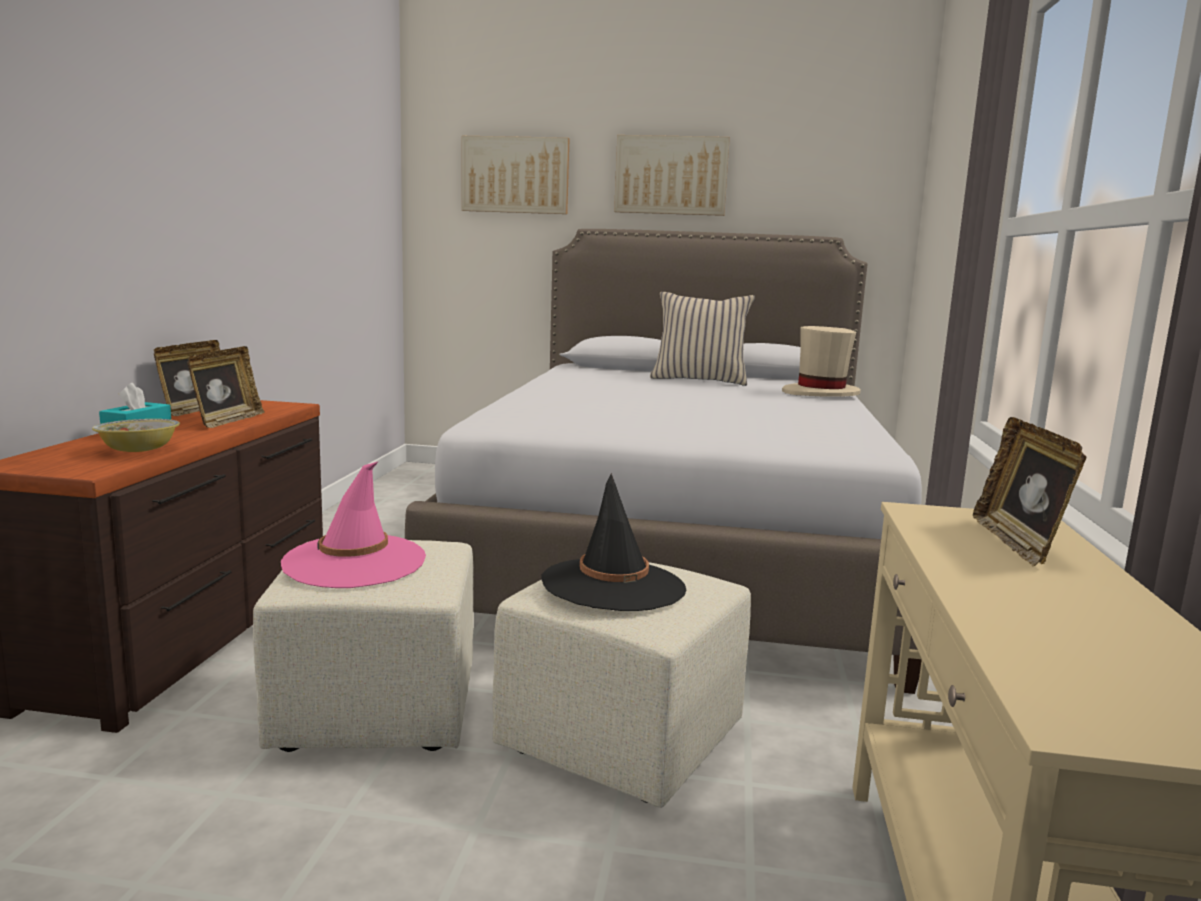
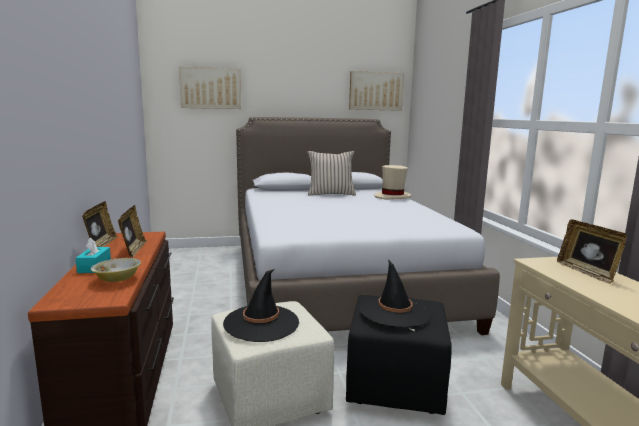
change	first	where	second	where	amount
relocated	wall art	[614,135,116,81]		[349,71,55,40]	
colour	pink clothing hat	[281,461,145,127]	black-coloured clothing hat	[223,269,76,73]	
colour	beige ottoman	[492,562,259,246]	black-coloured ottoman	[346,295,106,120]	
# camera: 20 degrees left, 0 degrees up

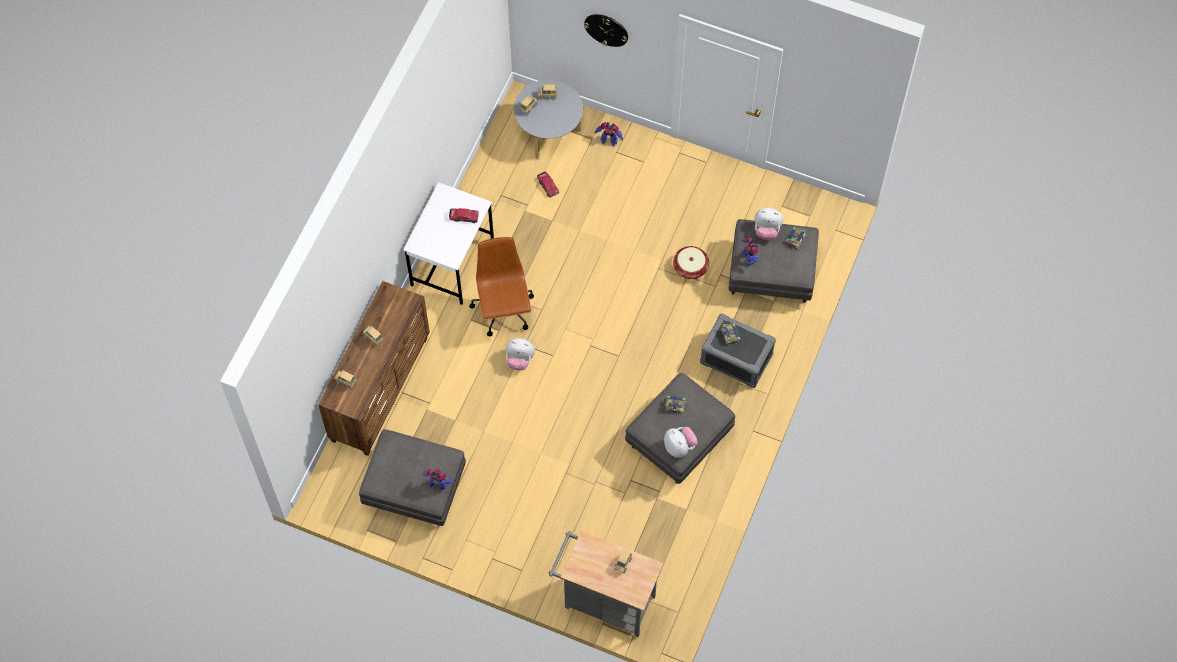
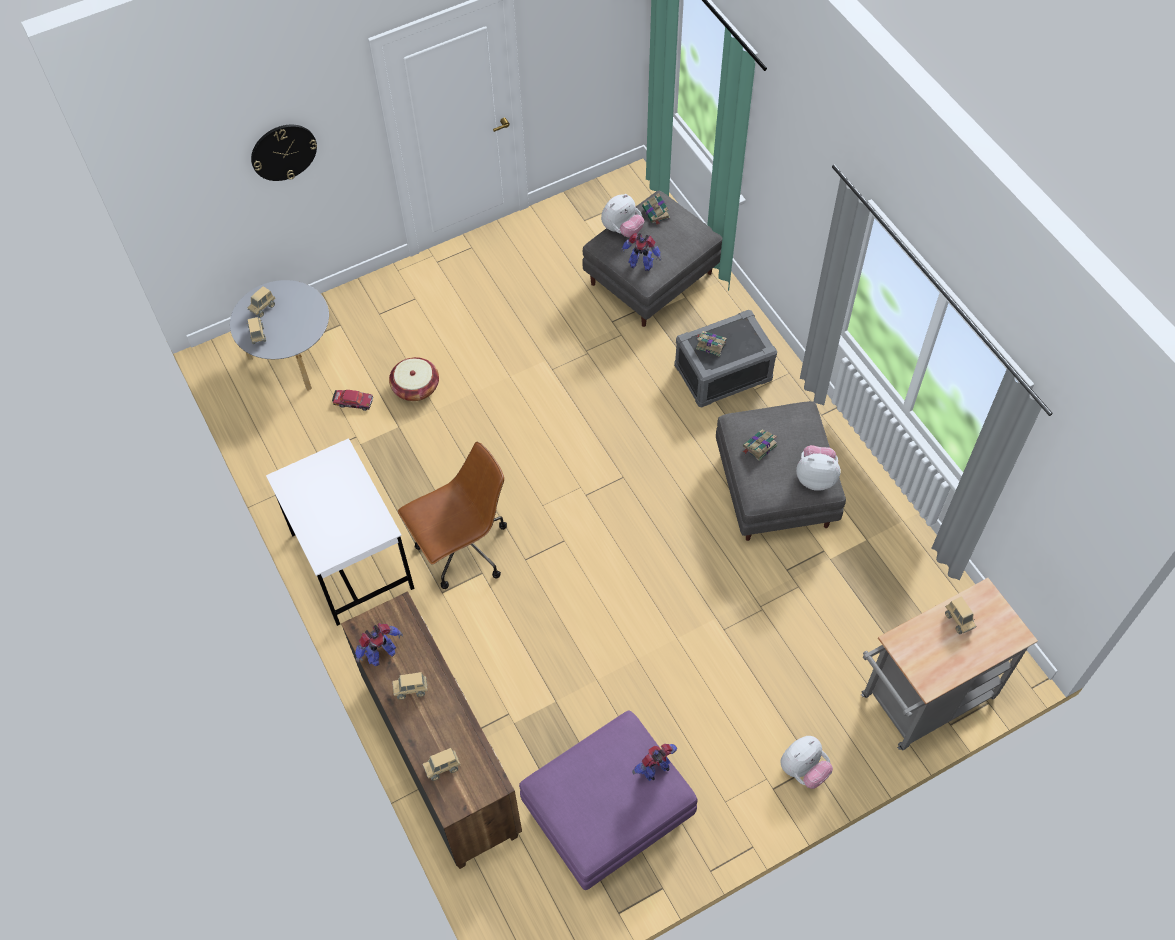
change	first	where	second	where	amount
missing	toy car	[449,208,30,15]			
relocated	cuddly toy	[506,338,29,32]		[780,736,53,53]	
relocated	robot figure	[595,122,28,24]		[355,623,48,43]	
relocated	storage basket	[673,246,36,33]		[389,357,50,44]	
colour	gray ottoman	[359,429,107,97]	purple-coloured ottoman	[519,711,179,179]	
spun	brown computer chair	[469,237,65,99]		[398,442,109,147]	120 degrees clockwise
# camera: 50 degrees left, 5 degrees down

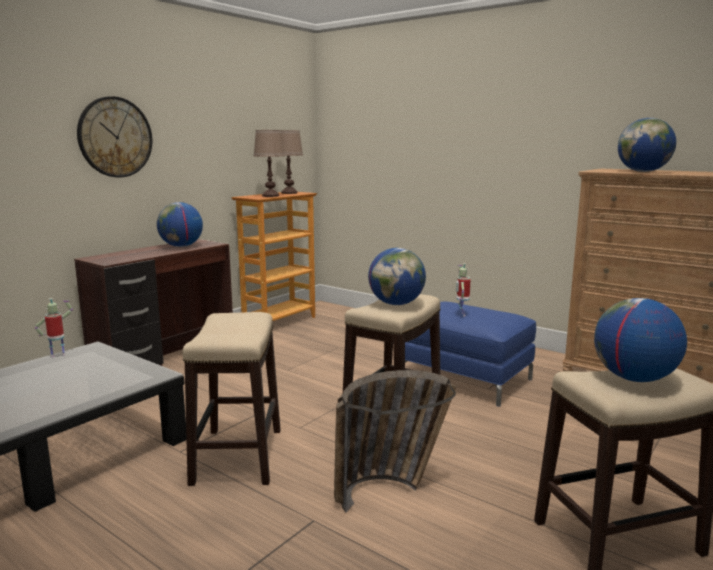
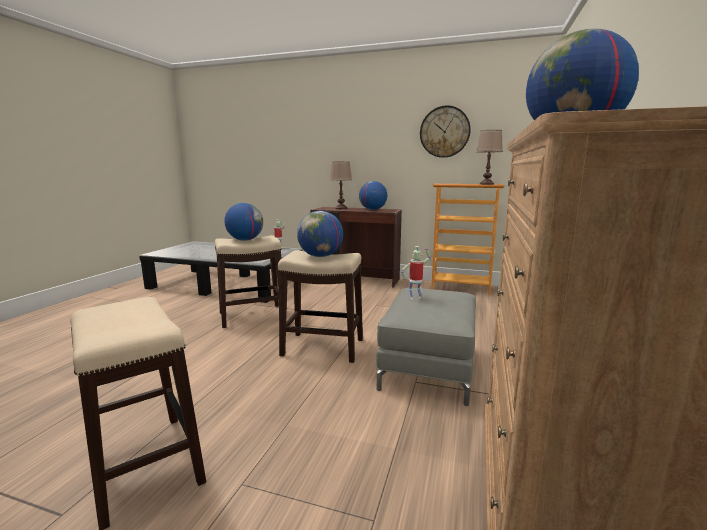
change	first	where	second	where	amount
missing	storage basket	[334,370,123,143]			
relocated	hanging clock	[77,96,75,81]		[420,105,51,53]	
relocated	brown lamp for a table	[254,130,31,67]		[330,161,22,48]	
relocated	desk globe	[594,298,93,84]		[224,203,39,38]	
colour	blue ottoman	[405,302,131,105]	gray ottoman	[376,288,100,118]	
# camera: 70 degrees right, 0 degrees up

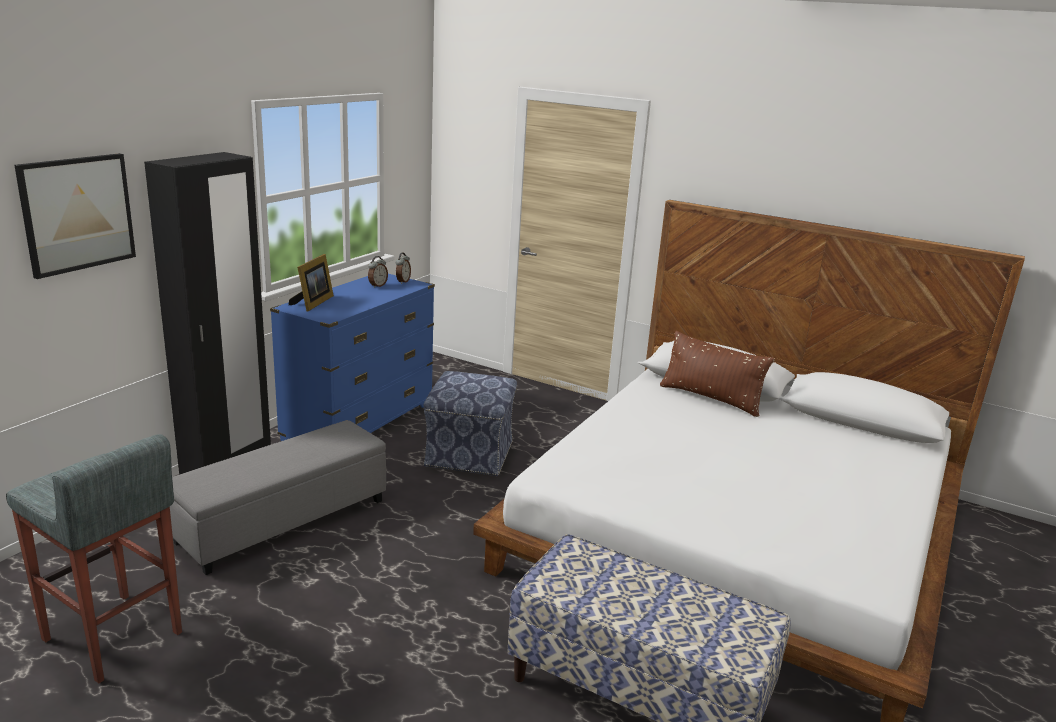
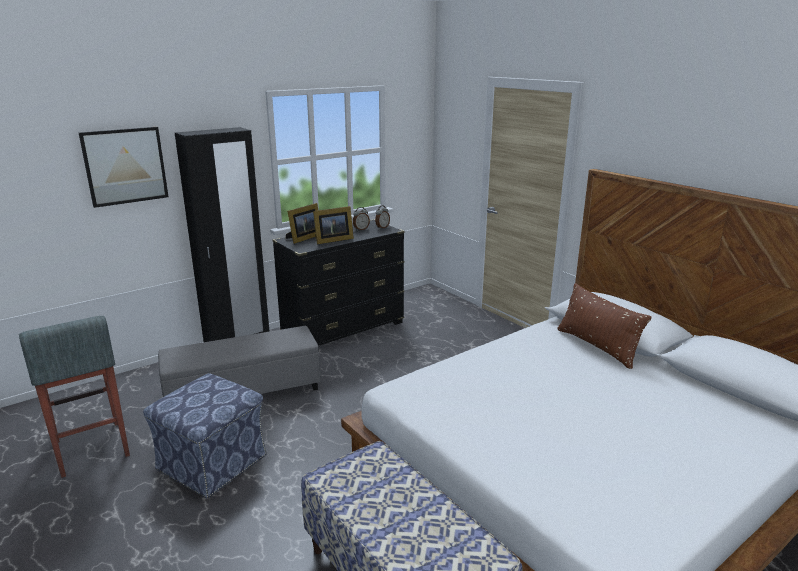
change	first	where	second	where	amount
appeared			photo frame	[313,206,41,38]	
relocated	ottoman	[424,371,93,105]		[143,373,124,125]	
colour	blue chest of drawers	[270,274,165,167]	black-coloured chest of drawers	[273,219,131,127]	
# camera: 25 degrees right, 0 degrees up

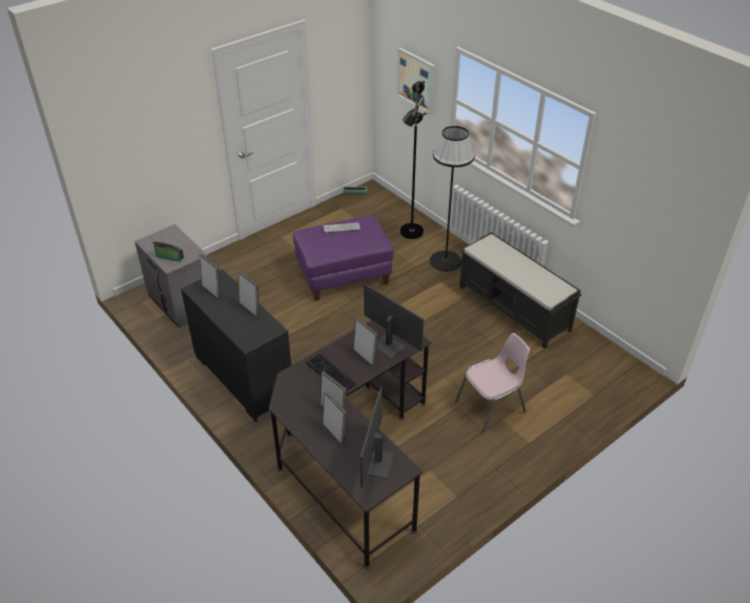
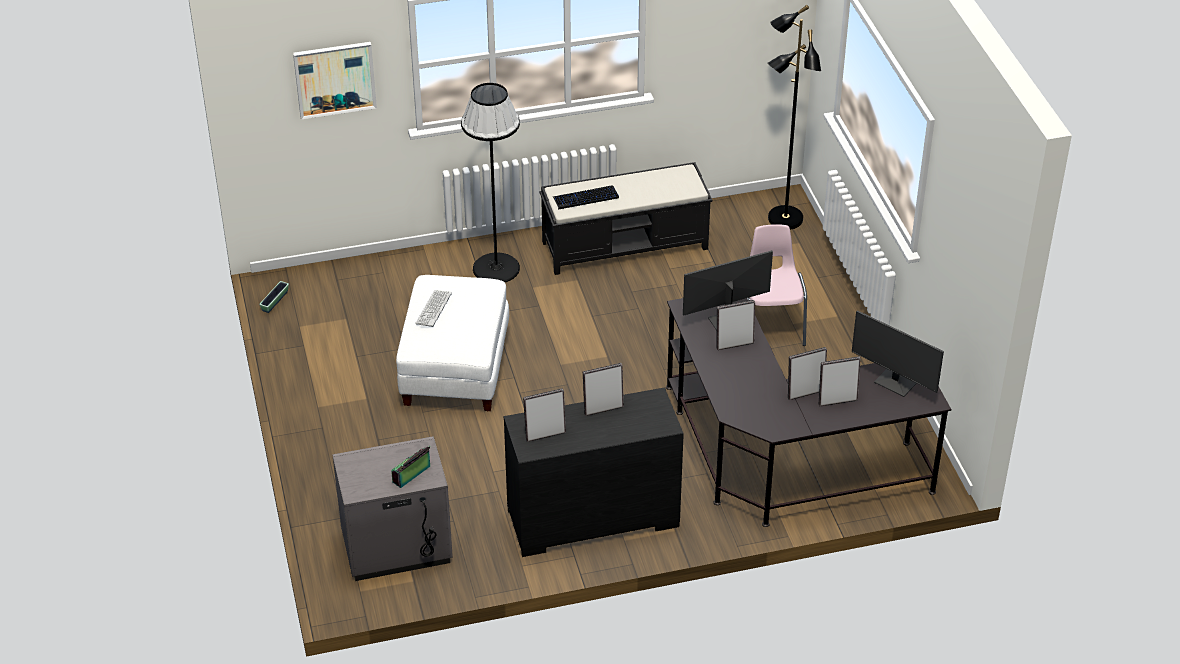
change	first	where	second	where	amount
relocated	keyboard	[306,354,51,37]		[553,185,66,25]	
relocated	black-coloured standing lamp	[400,79,28,160]		[767,5,54,224]	
colour	purple-coloured ottoman	[293,216,101,85]	whitish ottoman	[396,275,113,136]	
# camera: 65 degrees left, 0 degrees up

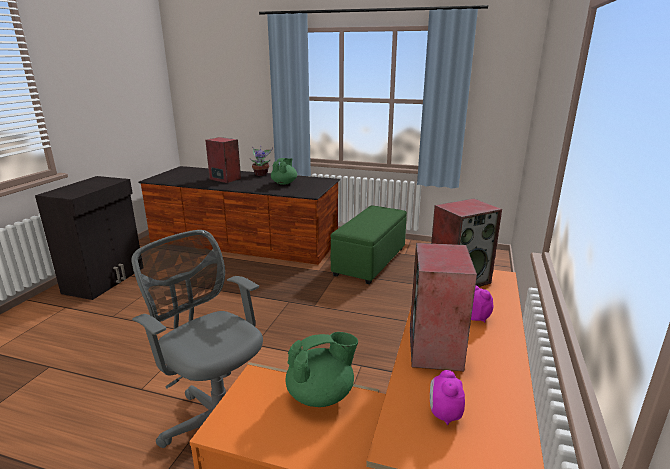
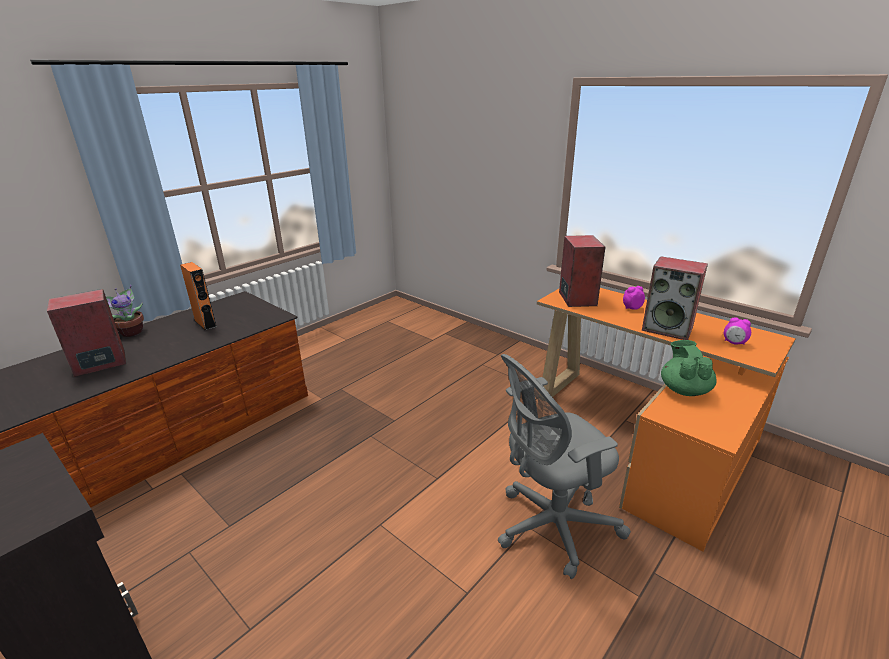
change	first	where	second	where	amount
missing	green-coloured ottoman	[331,205,76,79]			
exchanged	green-coloured teapot	[271,158,26,27]	orange-coloured speaker	[180,262,37,68]	
# camera: 65 degrees left, 5 degrees up

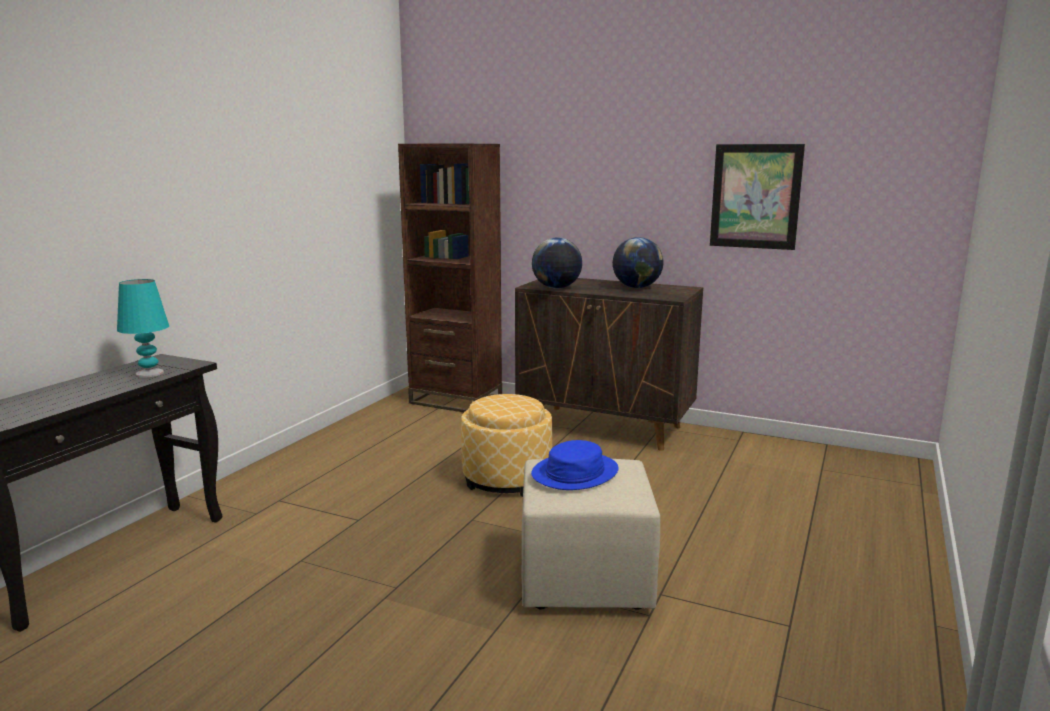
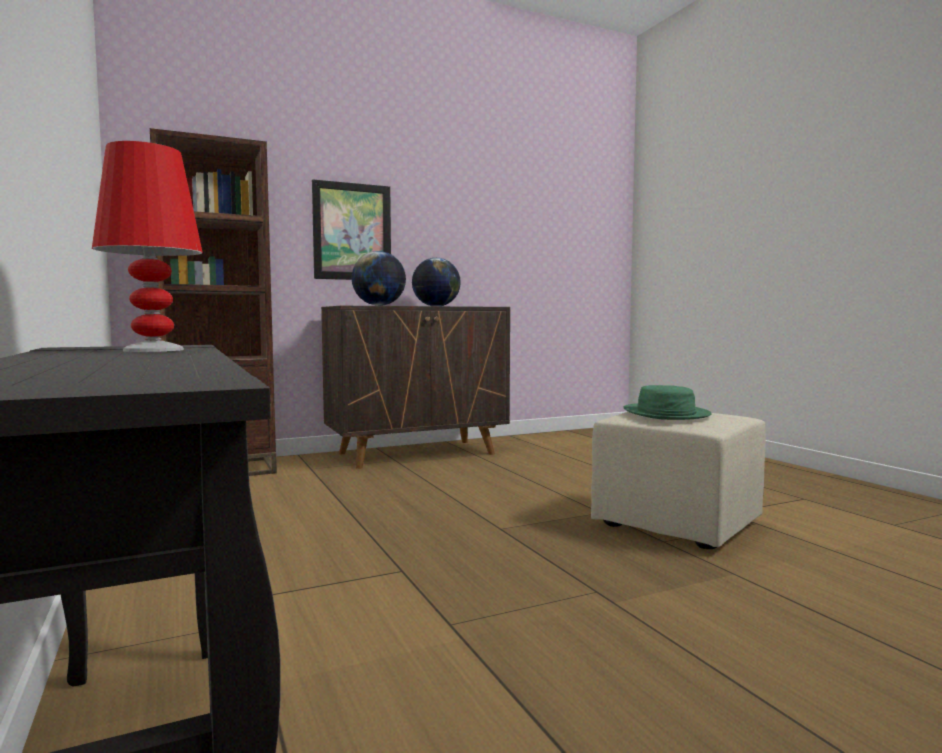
change	first	where	second	where	amount
missing	ottoman	[461,394,91,103]			
relocated	wall art	[710,144,95,106]		[312,179,79,101]	
colour	blue-green lamp for a table	[117,279,52,99]	red lamp for a table	[92,141,111,211]	
colour	blue clothing hat	[531,440,88,50]	green-coloured clothing hat	[623,385,89,35]	
# camera: 50 degrees left, 10 degrees down

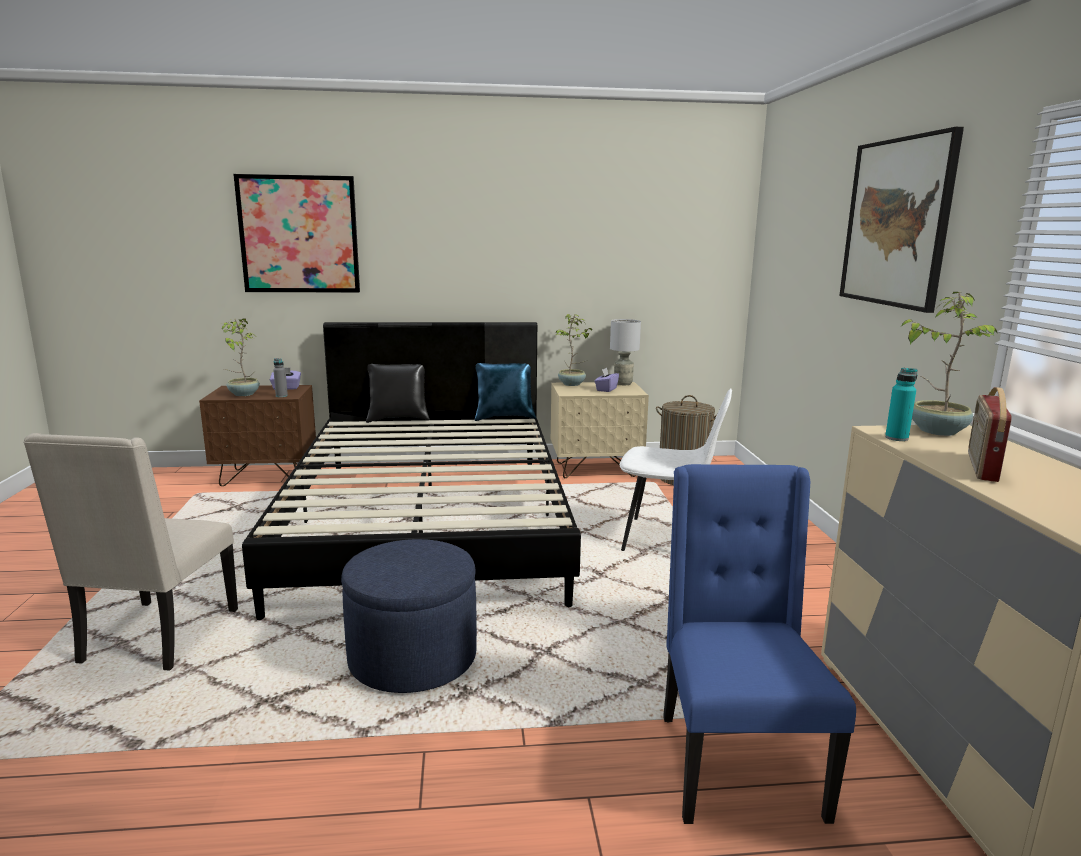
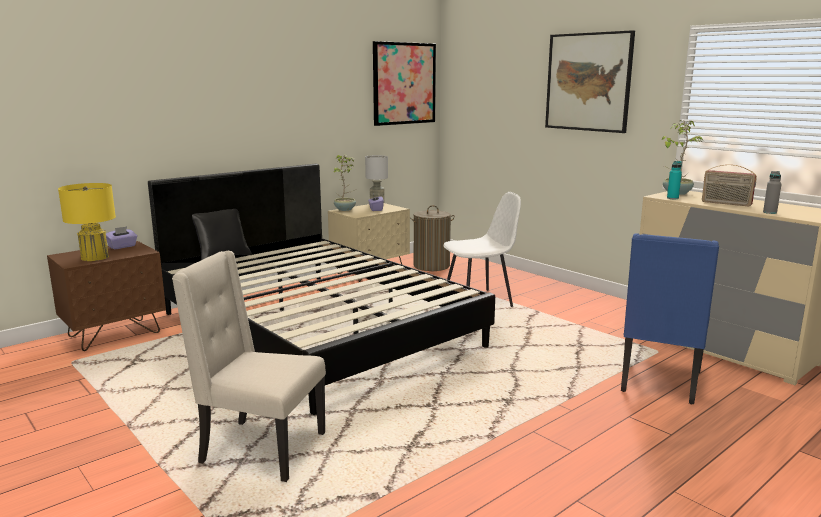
change	first	where	second	where	amount
missing	blue ottoman	[341,539,136,154]			
missing	blue throw pillow	[475,363,61,58]			
relocated	wall art	[233,174,127,119]		[373,41,63,85]	
relocated	gray drink bottle	[273,358,15,39]		[763,171,19,43]	
exchanged	houseplant	[221,318,39,78]	yellowish lamp for a table	[58,183,58,78]	
spun	beige plain chair	[23,433,215,238]		[172,251,154,231]	135 degrees clockwise
spun	blue plain chair	[663,464,193,360]		[621,233,98,172]	120 degrees counterclockwise
spun	radio set	[968,387,44,95]		[702,164,55,43]	45 degrees counterclockwise
# camera: 35 degrees left, 0 degrees up

